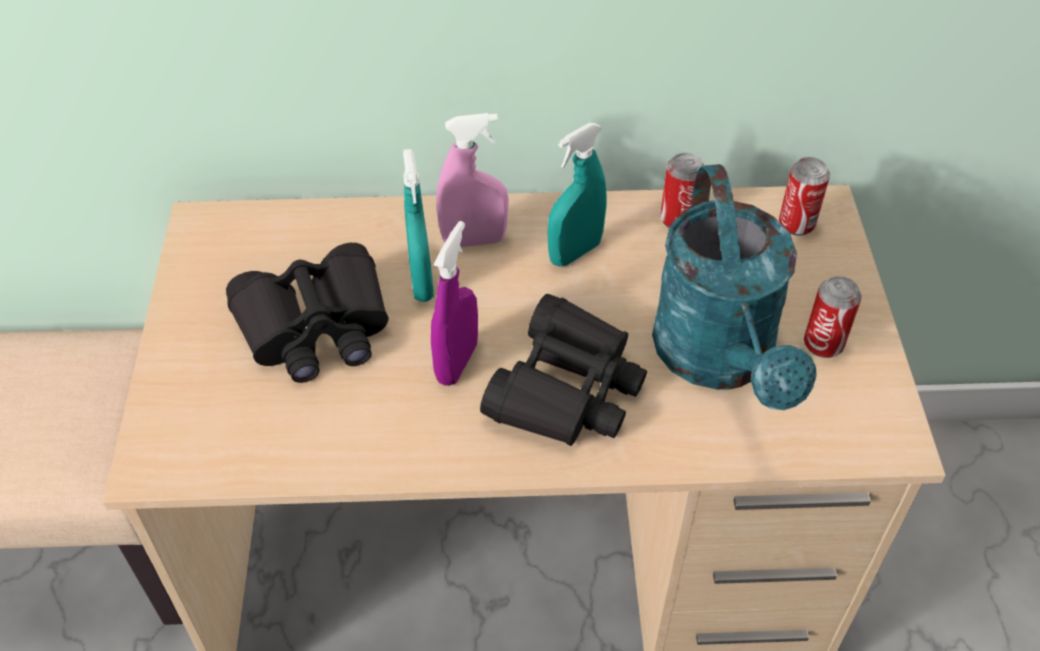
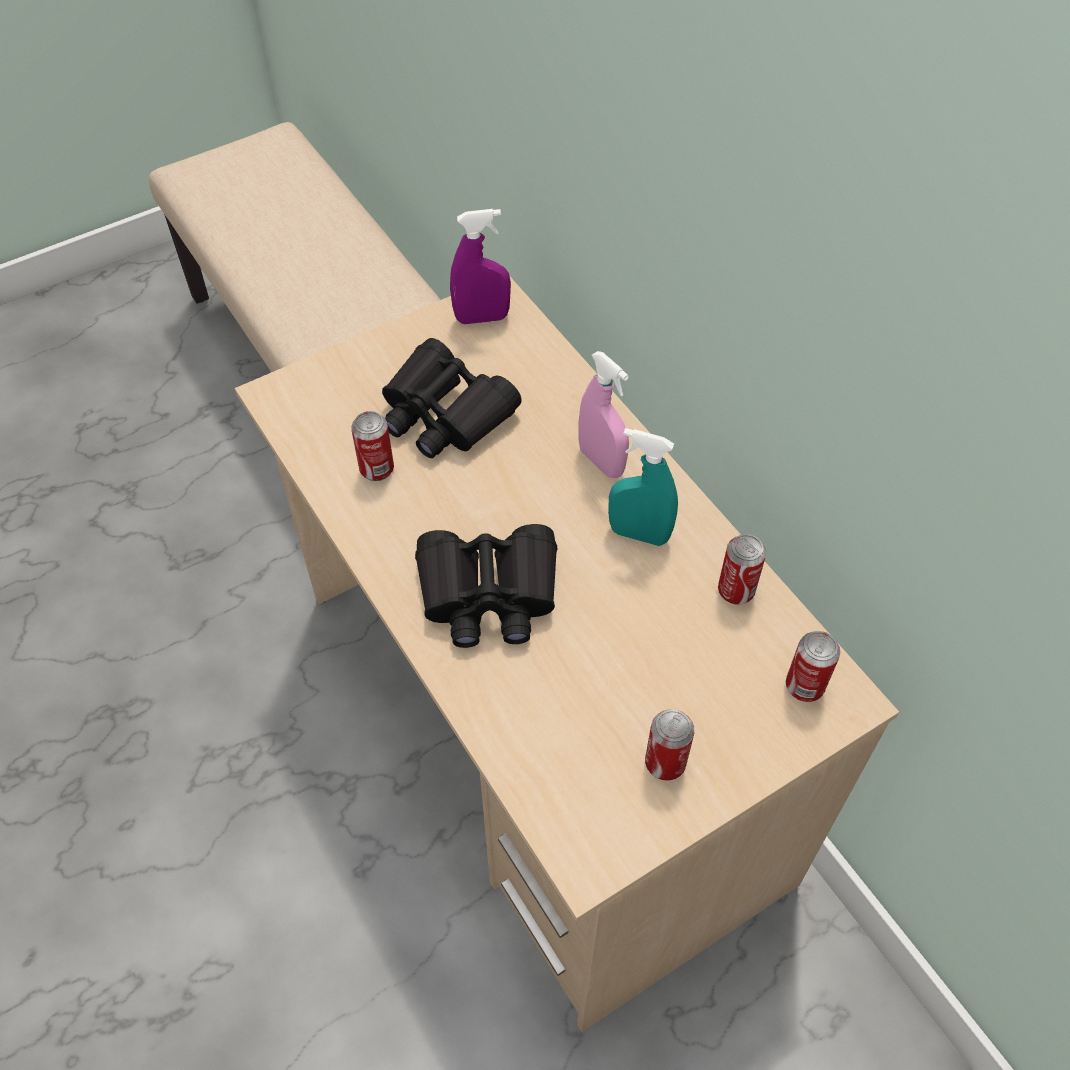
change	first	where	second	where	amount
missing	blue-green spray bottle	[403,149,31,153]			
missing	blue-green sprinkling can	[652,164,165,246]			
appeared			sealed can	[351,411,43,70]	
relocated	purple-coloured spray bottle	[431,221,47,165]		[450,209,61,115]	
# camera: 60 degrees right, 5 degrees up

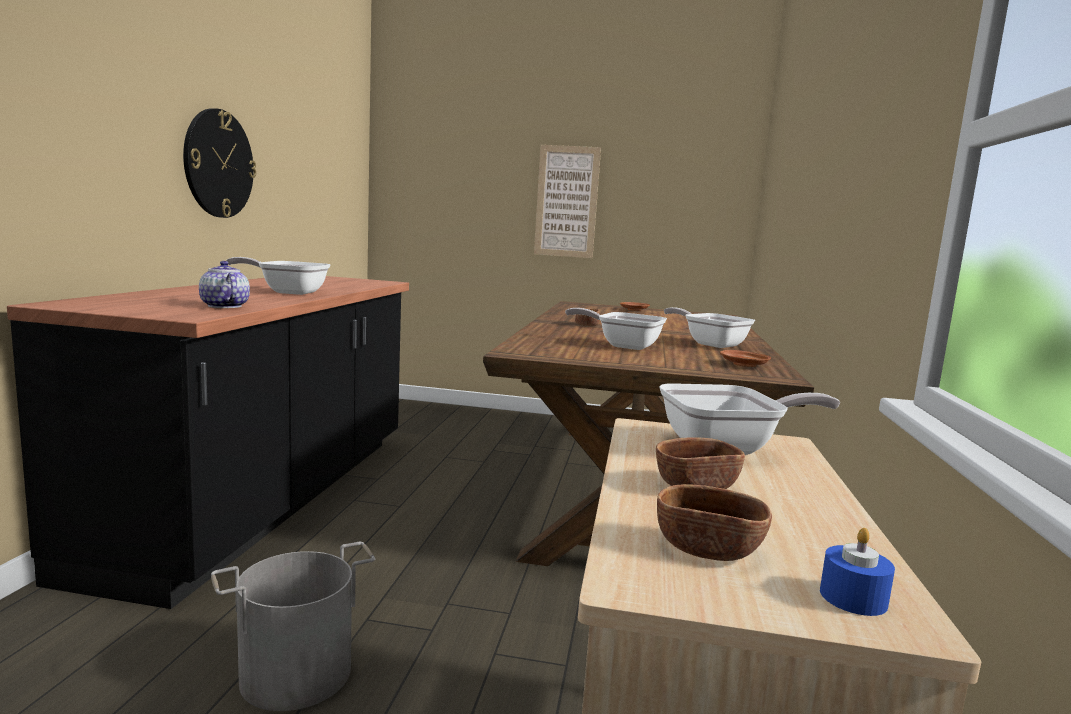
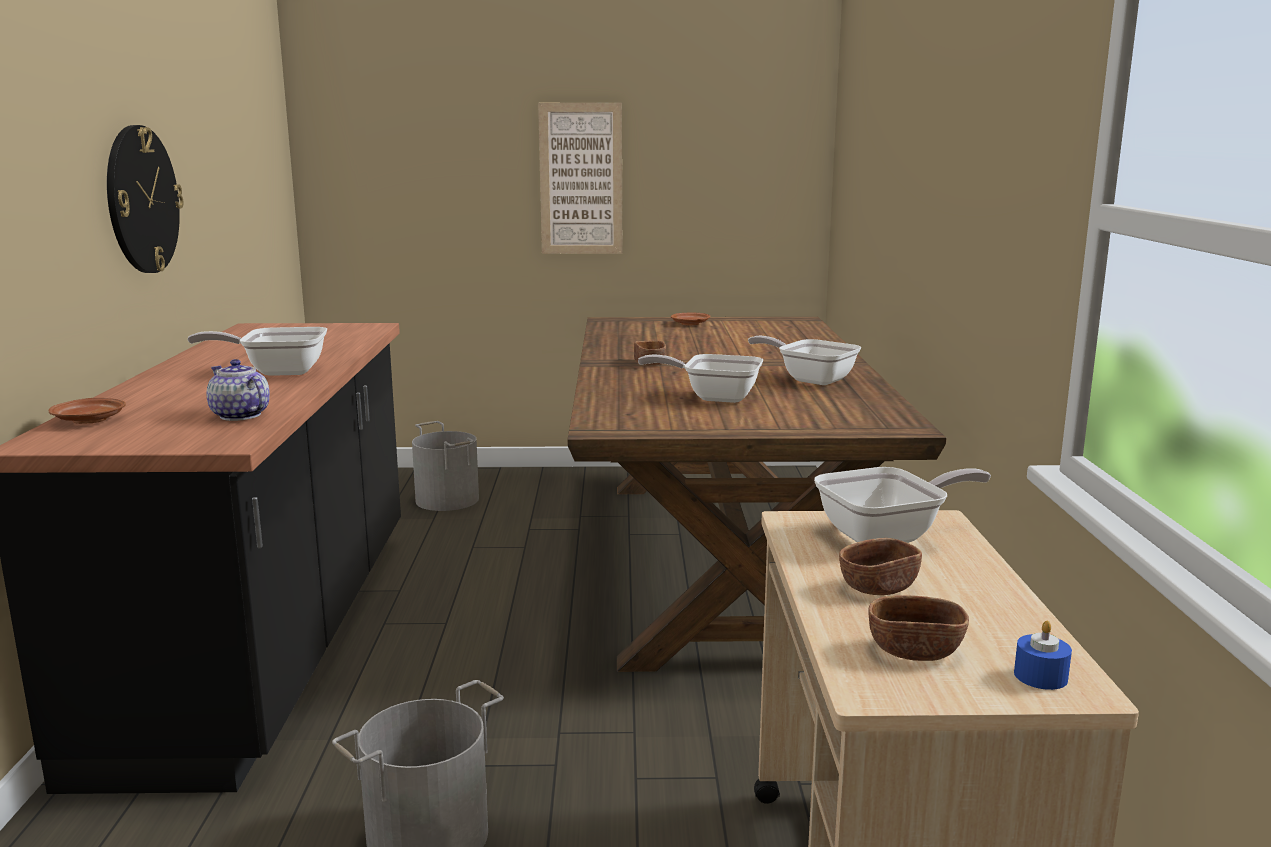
change	first	where	second	where	amount
appeared			gray bucket	[412,421,67,90]	
relocated	brown dinner plate	[720,350,51,17]		[49,398,76,26]	
# camera: 10 degrees left, 5 degrees up

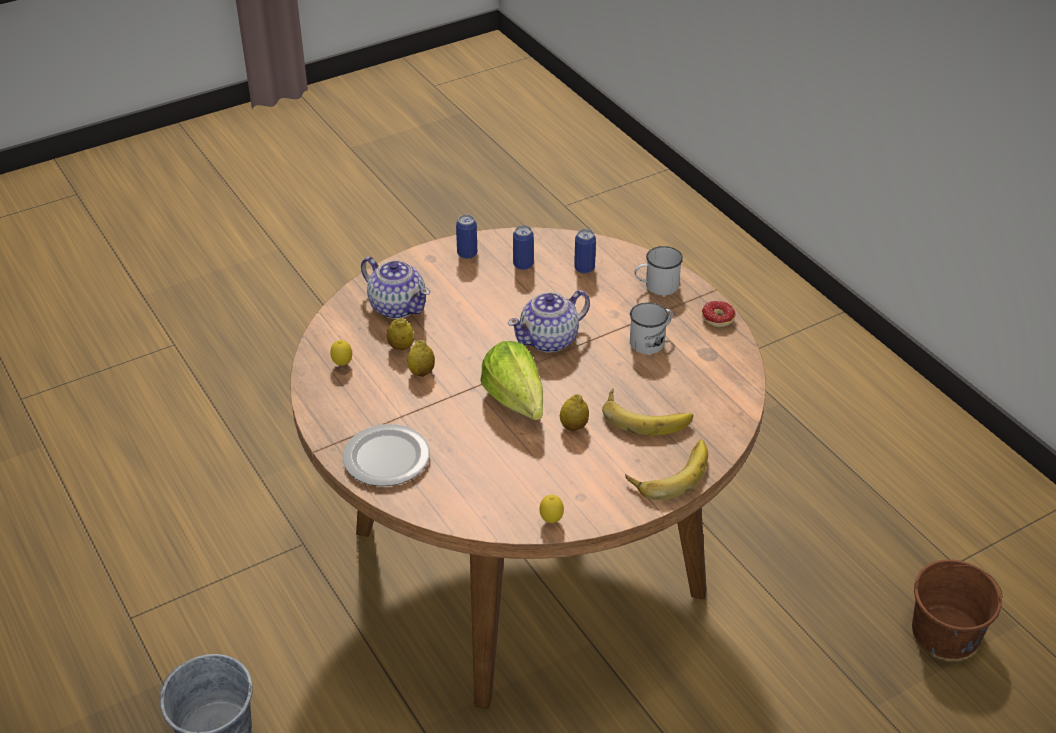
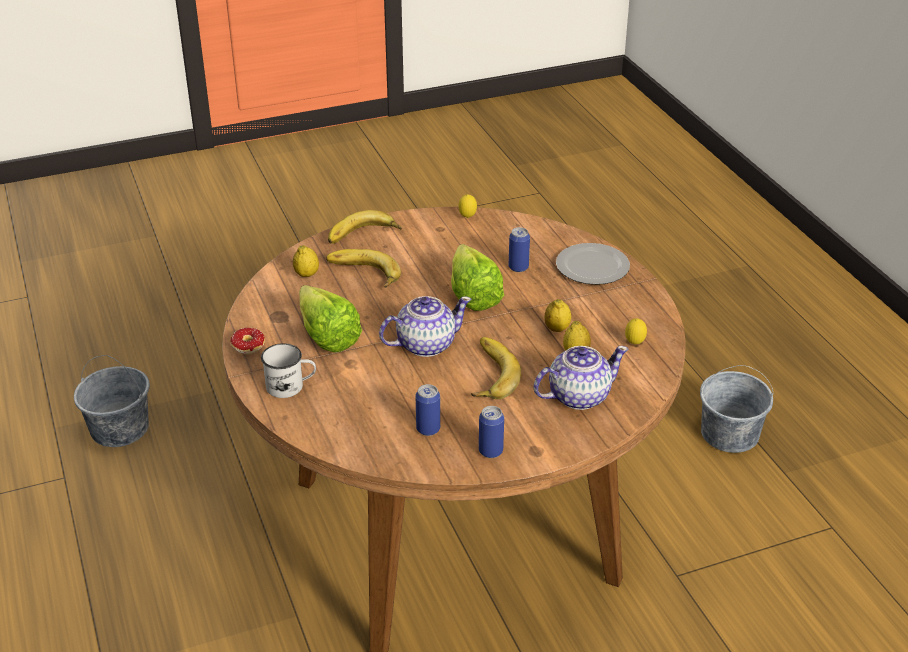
change	first	where	second	where	amount
appeared			whole banana	[471,337,50,62]	
relocated	lemon	[560,394,29,37]		[293,245,26,32]	
relocated	sealed can	[574,229,22,45]		[509,227,21,45]	
exchanged	whitish coffee mug	[630,302,43,52]	lettuce head	[299,285,63,67]	
colour	brown bucket	[912,559,91,100]	gray bucket	[74,355,76,92]	
spun	teapot	[361,257,69,62]		[534,346,94,64]	105 degrees clockwise
# camera: 170 degrees left, 5 degrees down

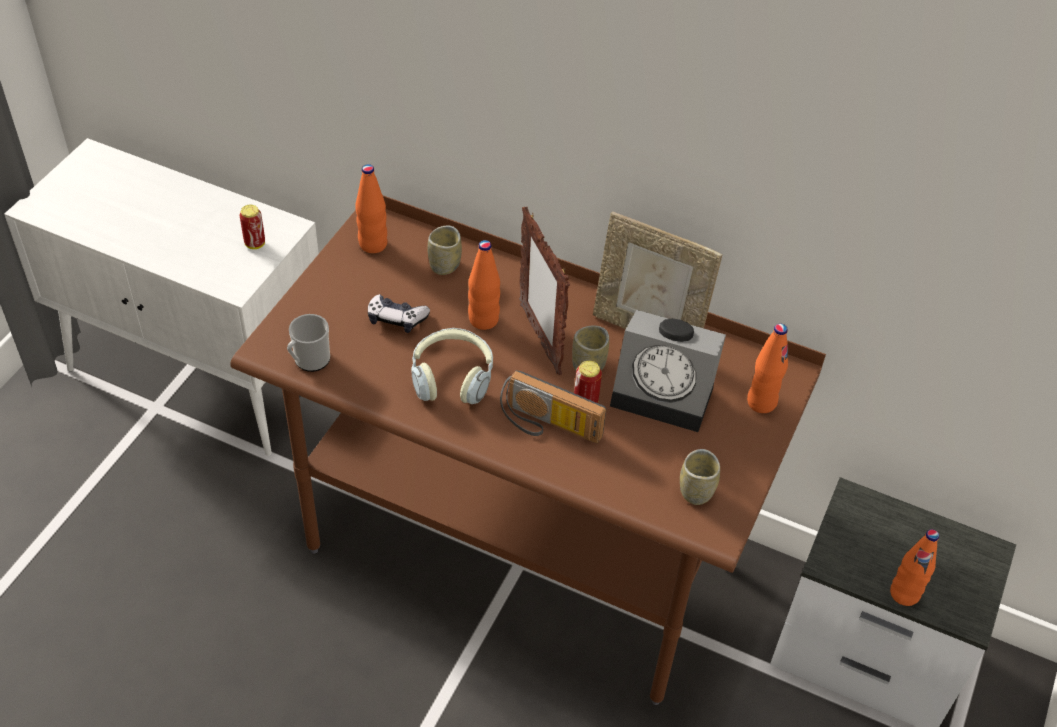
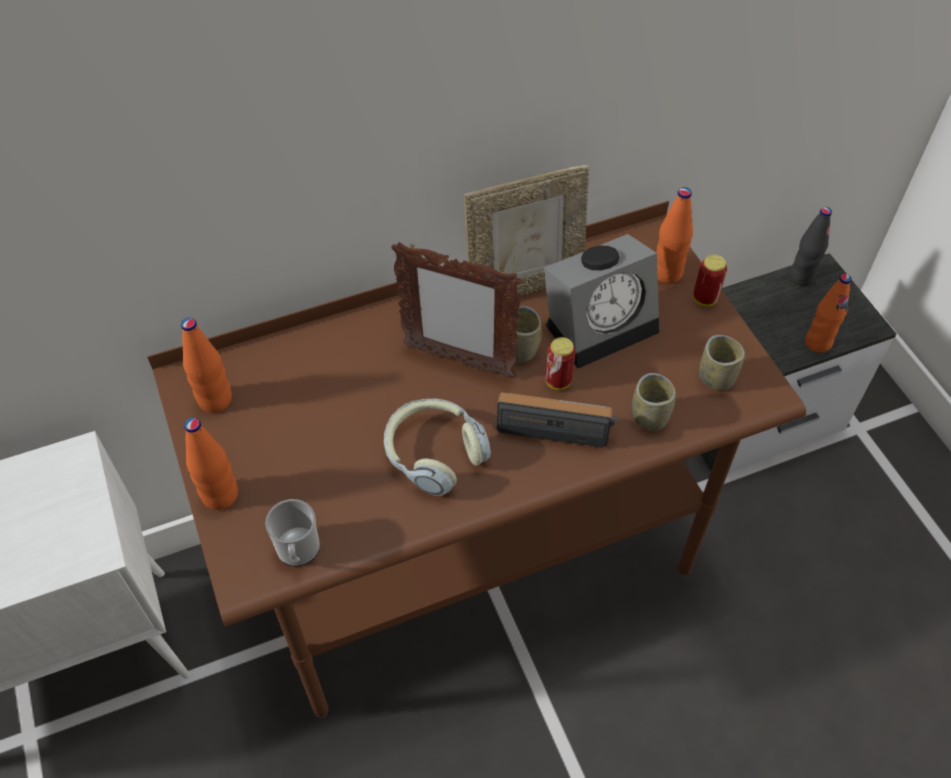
change	first	where	second	where	amount
missing	joypad	[368,294,62,39]			
appeared			black-coloured drink bottle	[789,207,43,79]	
relocated	sealed can	[240,205,25,44]		[693,254,34,52]	
relocated	small cup	[427,225,35,50]		[632,373,44,58]	
relocated	orange-coloured drink bottle	[468,240,32,90]		[184,418,54,92]	
spun	radio set	[500,370,107,73]		[497,392,122,56]	150 degrees counterclockwise
# camera: 45 degrees left, 5 degrees up

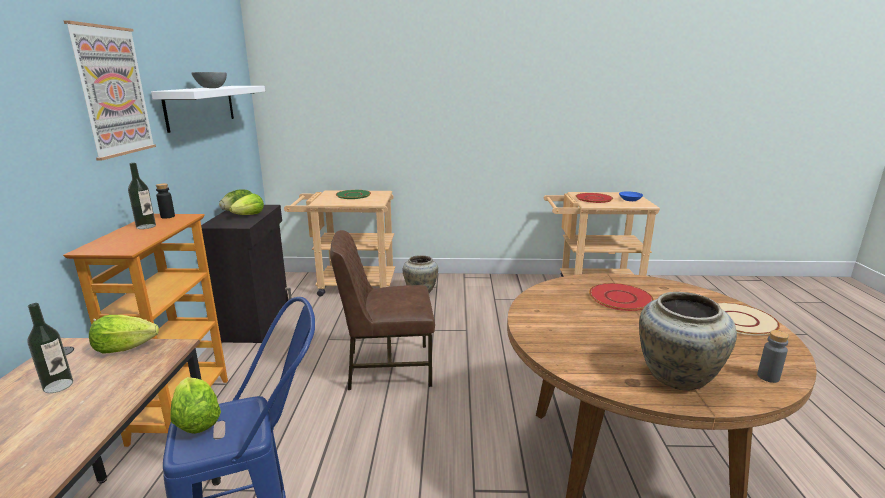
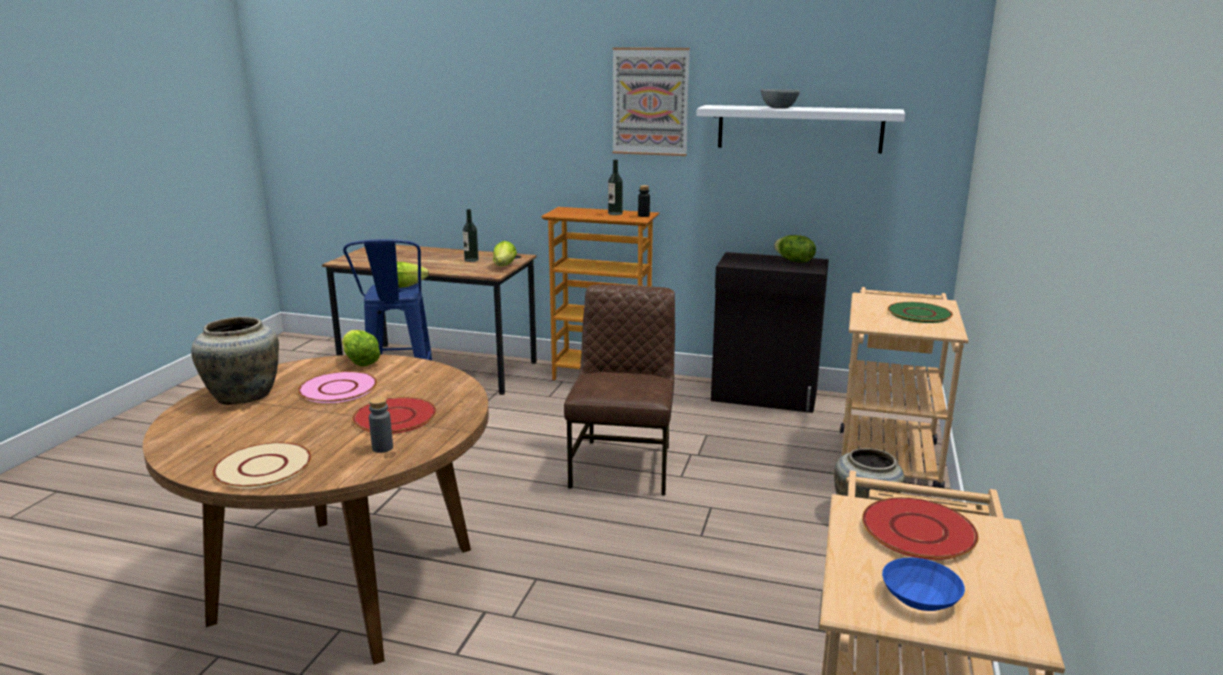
change	first	where	second	where	amount
appeared			pink dinner plate	[298,371,79,32]	
relocated	lettuce head	[229,194,35,21]		[342,330,38,36]	
relocated	gray drink bottle	[757,330,32,53]		[369,397,24,56]	
# camera: 105 degrees right, 0 degrees up

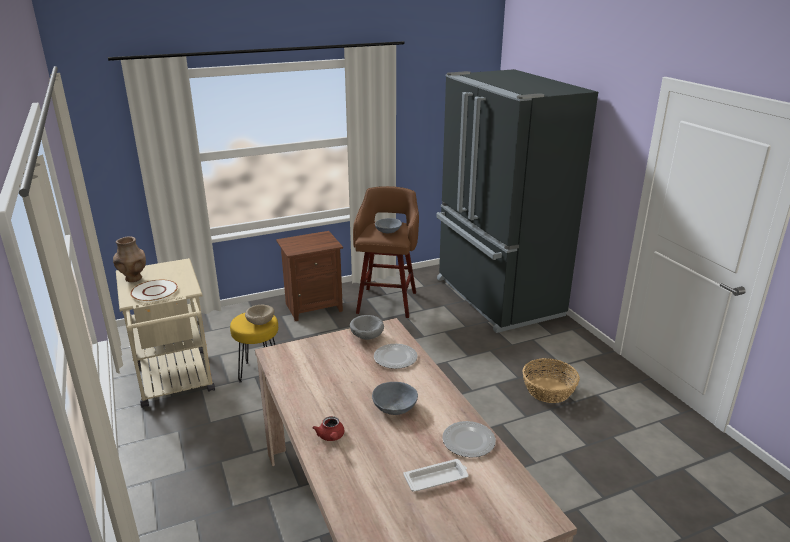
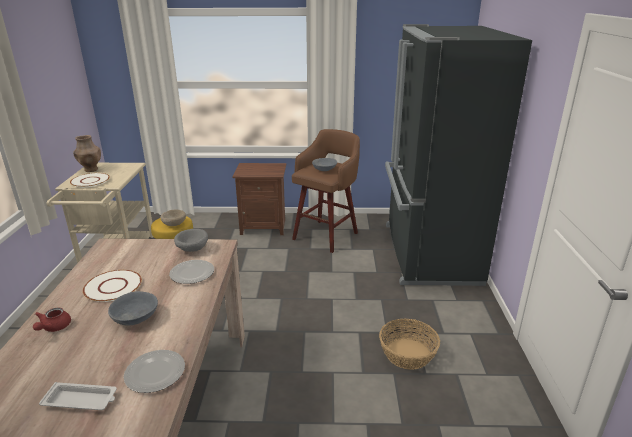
change	first	where	second	where	amount
appeared			whitish dinner plate	[83,270,59,32]	
# camera: 25 degrees right, 0 degrees up

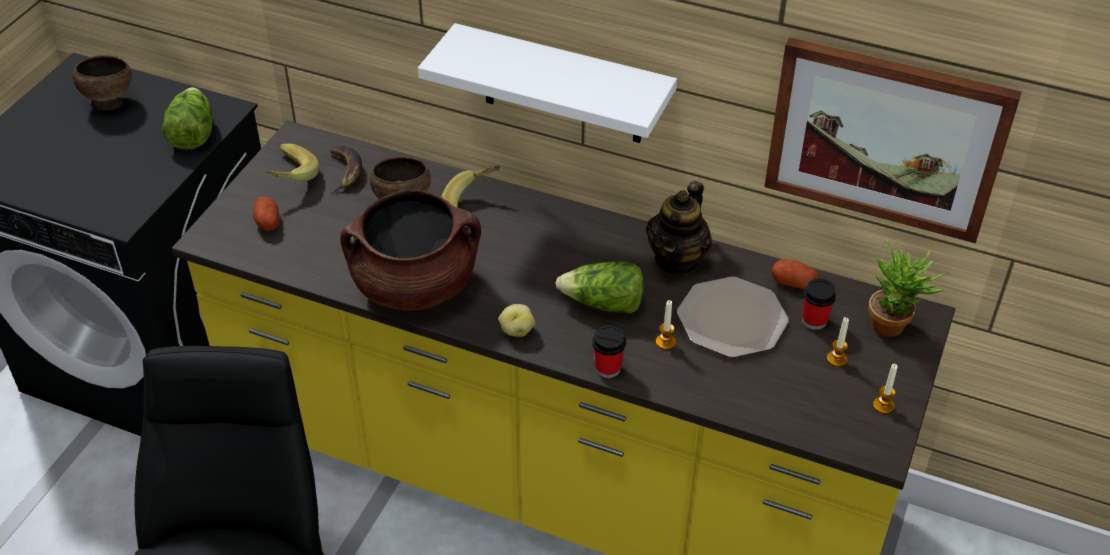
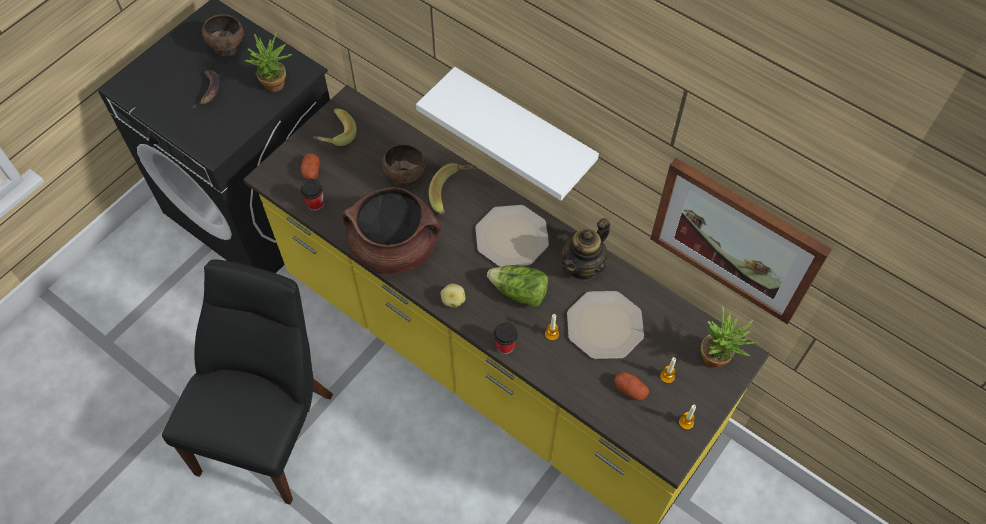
change	first	where	second	where	amount
appeared			dinner plate	[475,205,74,62]	
relocated	whole banana	[330,146,32,48]		[192,70,28,38]	
relocated	potato	[772,259,47,30]		[614,372,35,28]	
relocated	small cup	[802,278,35,52]		[301,179,23,32]	
exchanged	lettuce head	[162,87,51,63]	houseplant	[244,32,48,60]	
# camera: 15 degrees right, 15 degrees up

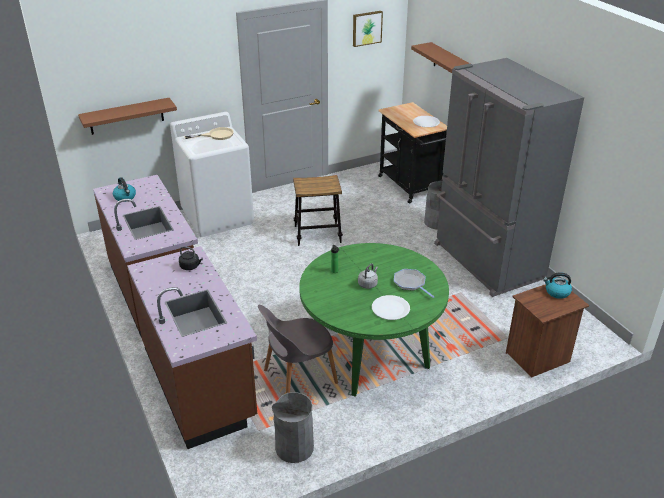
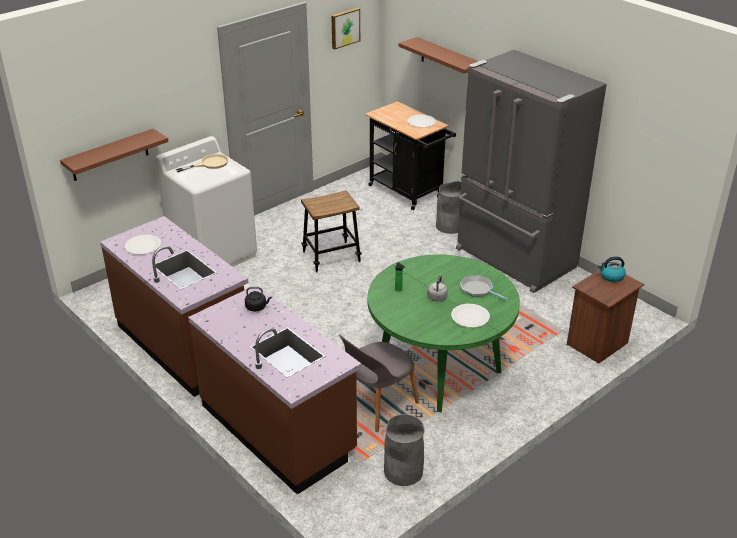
change	first	where	second	where	amount
exchanged	tea kettle	[113,177,23,25]	whitish dinner plate	[125,235,36,20]	
# camera: 15 degrees left, 0 degrees up

